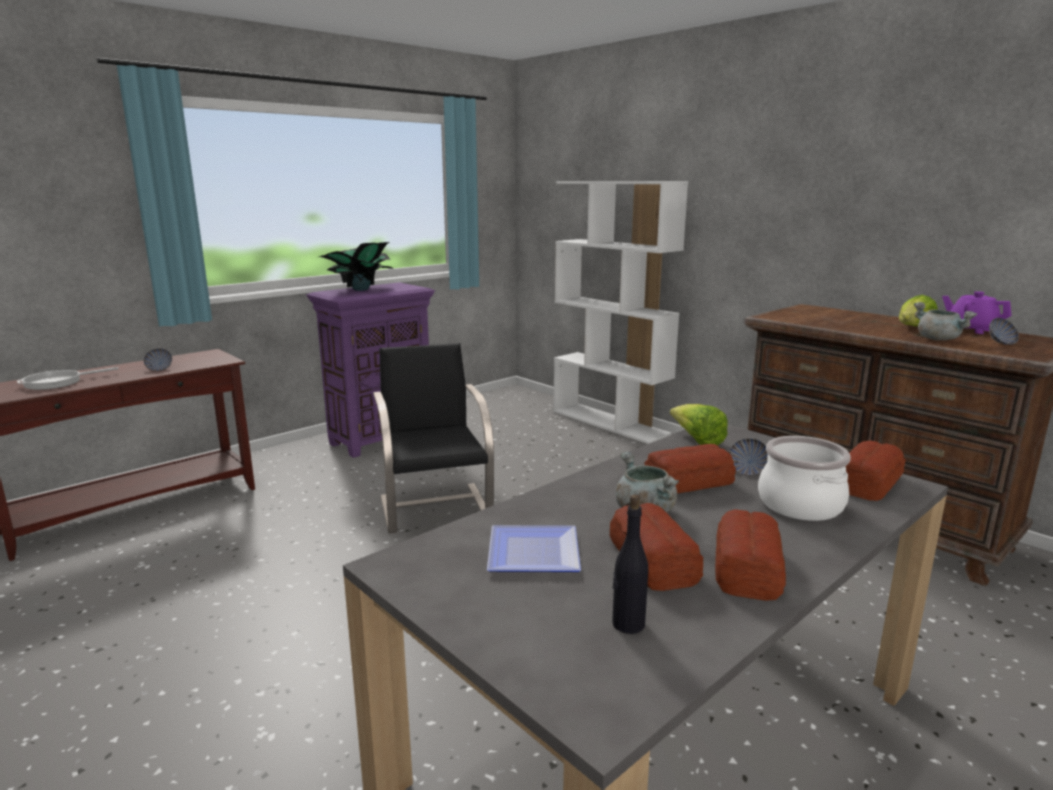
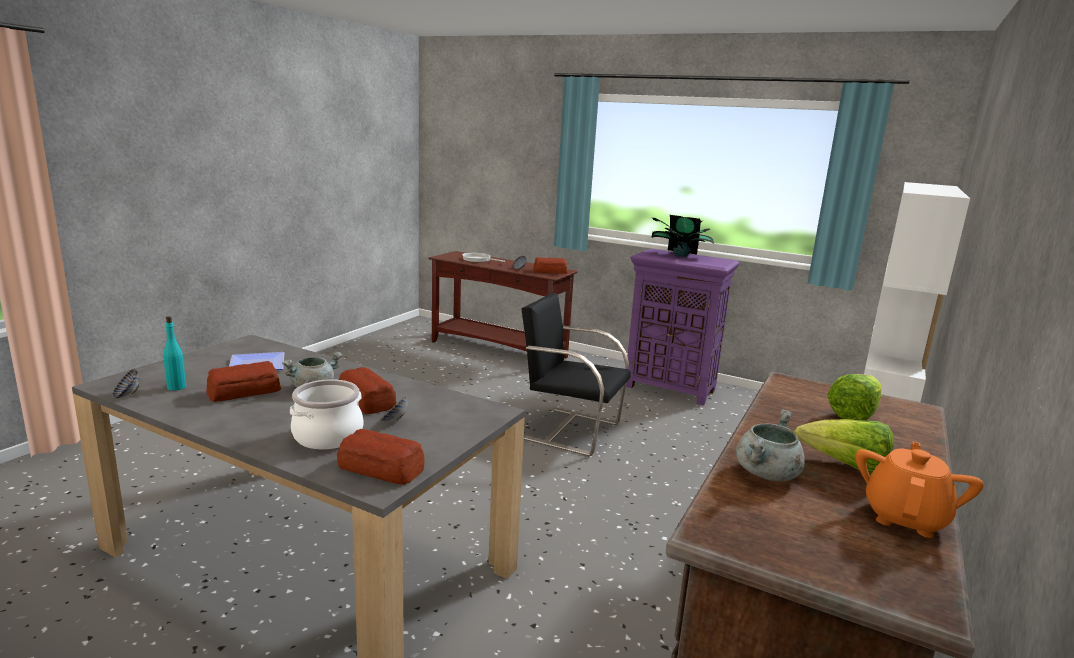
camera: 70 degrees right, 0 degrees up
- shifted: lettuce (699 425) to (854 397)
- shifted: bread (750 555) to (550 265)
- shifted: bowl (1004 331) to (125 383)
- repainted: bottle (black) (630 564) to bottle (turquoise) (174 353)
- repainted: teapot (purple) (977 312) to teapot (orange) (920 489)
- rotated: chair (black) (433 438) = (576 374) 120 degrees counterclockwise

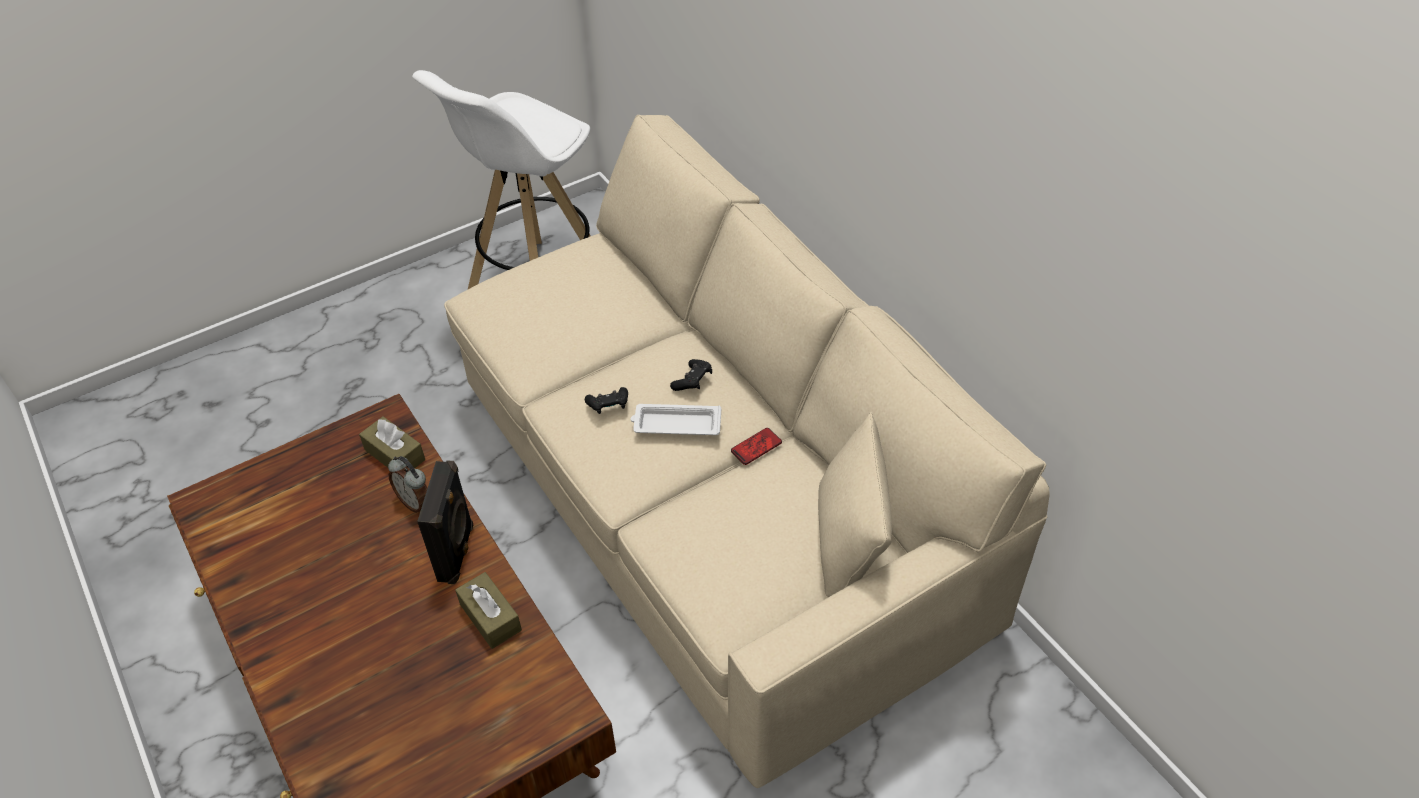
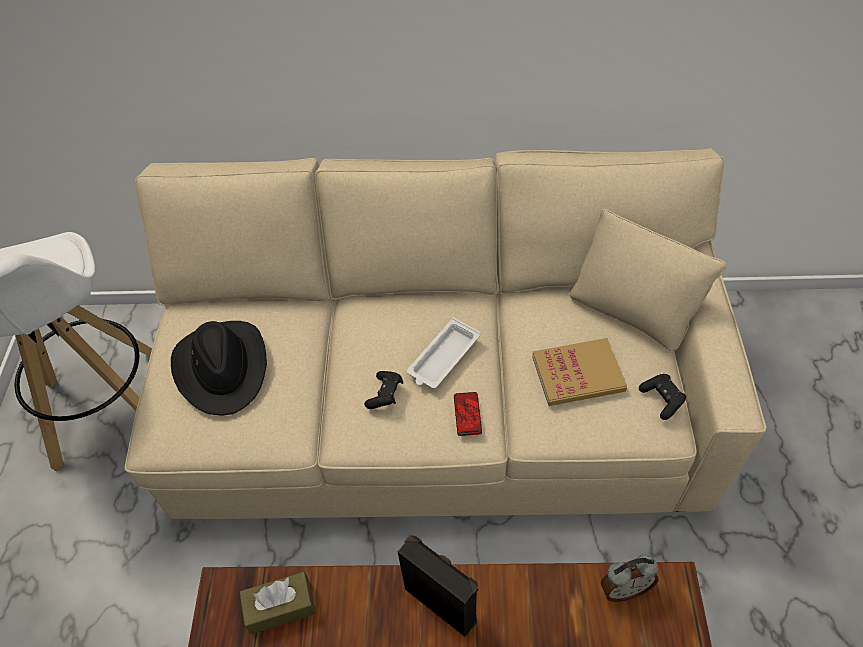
camera: 55 degrees left, 5 degrees up
- gone: tissue box (brown) (488 610)
- new: hat (black) (219 368)
- new: book (579 372)
- shifted: alarm clock (408 484) to (630 578)
- shifted: game controller (black) (691 375) to (662 397)
- shifted: phone (756 446) to (468 414)

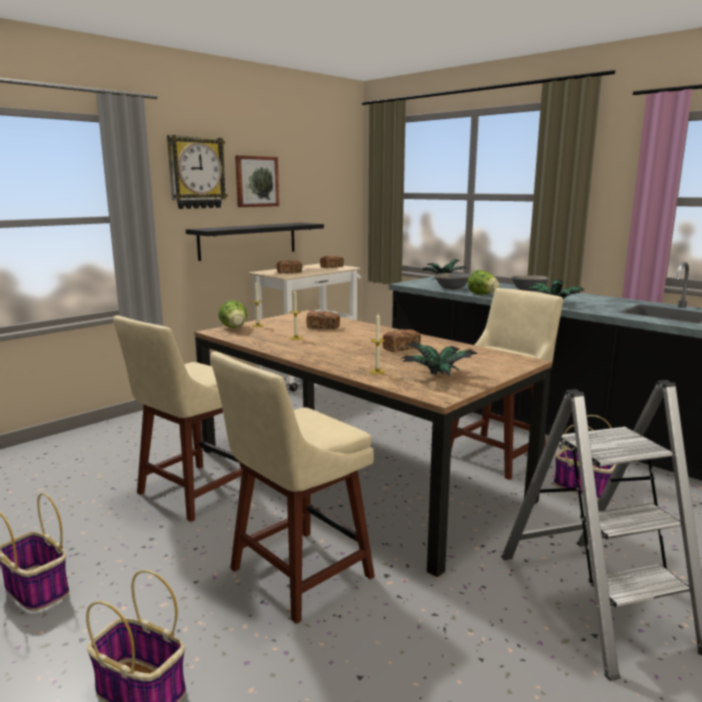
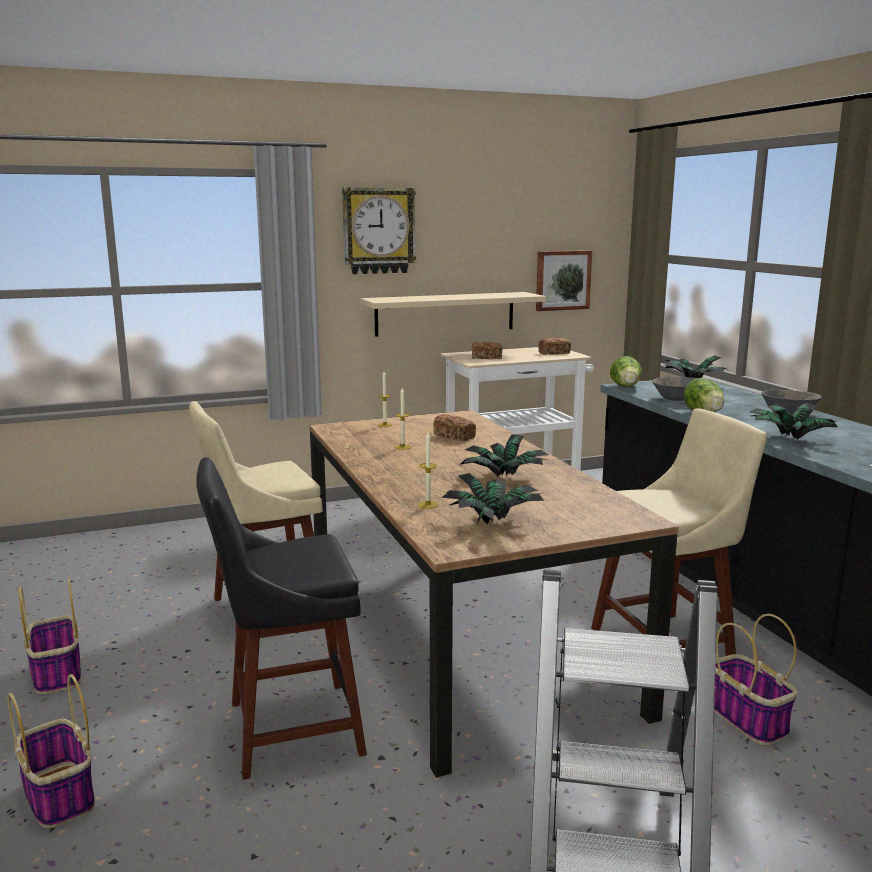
camera: 25 degrees right, 0 degrees up
- shifted: lettuce (232 314) to (626 371)
- shifted: picture (257 181) to (564 280)
- swapped: bread (401 340) to potted plant (504 456)
- repainted: shelf (black) (255 242) to shelf (beige) (453 314)
- repainted: chair (beige) (292 487) to chair (black) (281 618)

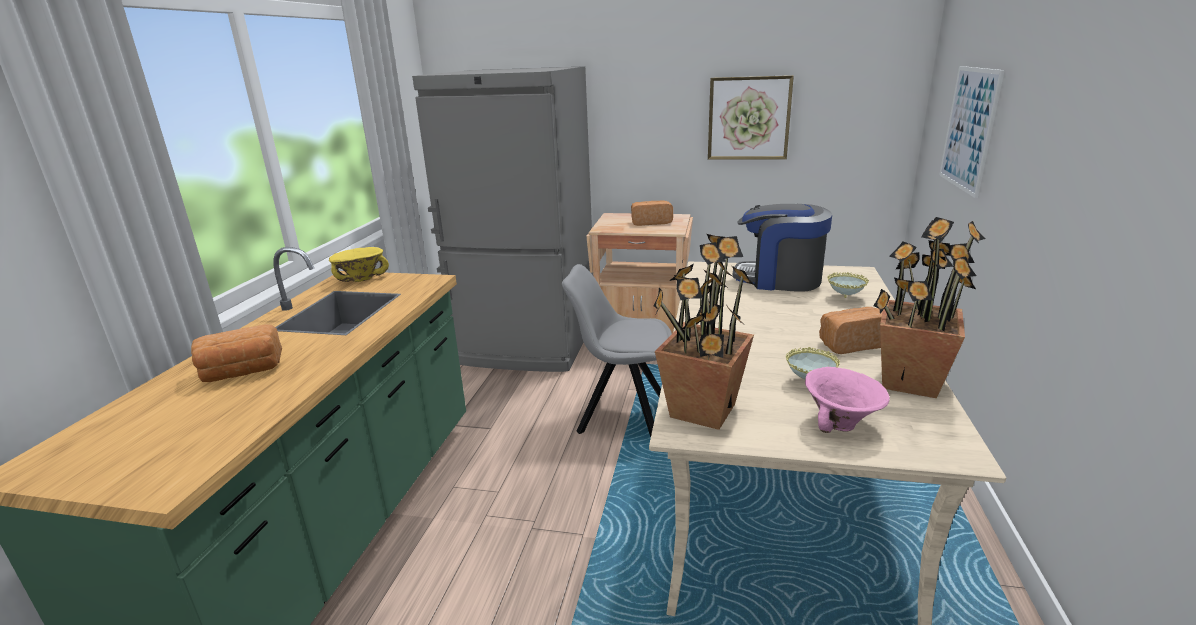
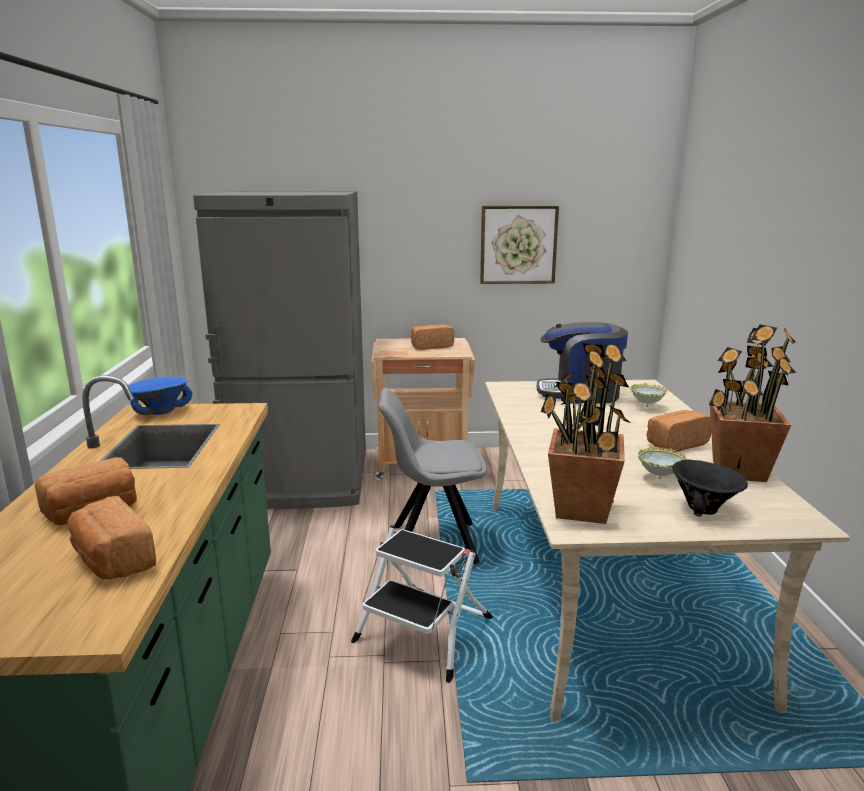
camera: 15 degrees left, 5 degrees down
- gone: picture (972 132)
- new: bread (111 537)
- new: step ladder (422 604)
- repainted: bowl (yellow) (359 264) to bowl (blue) (160 395)
- repainted: bowl (pink) (847 400) to bowl (black) (710 488)

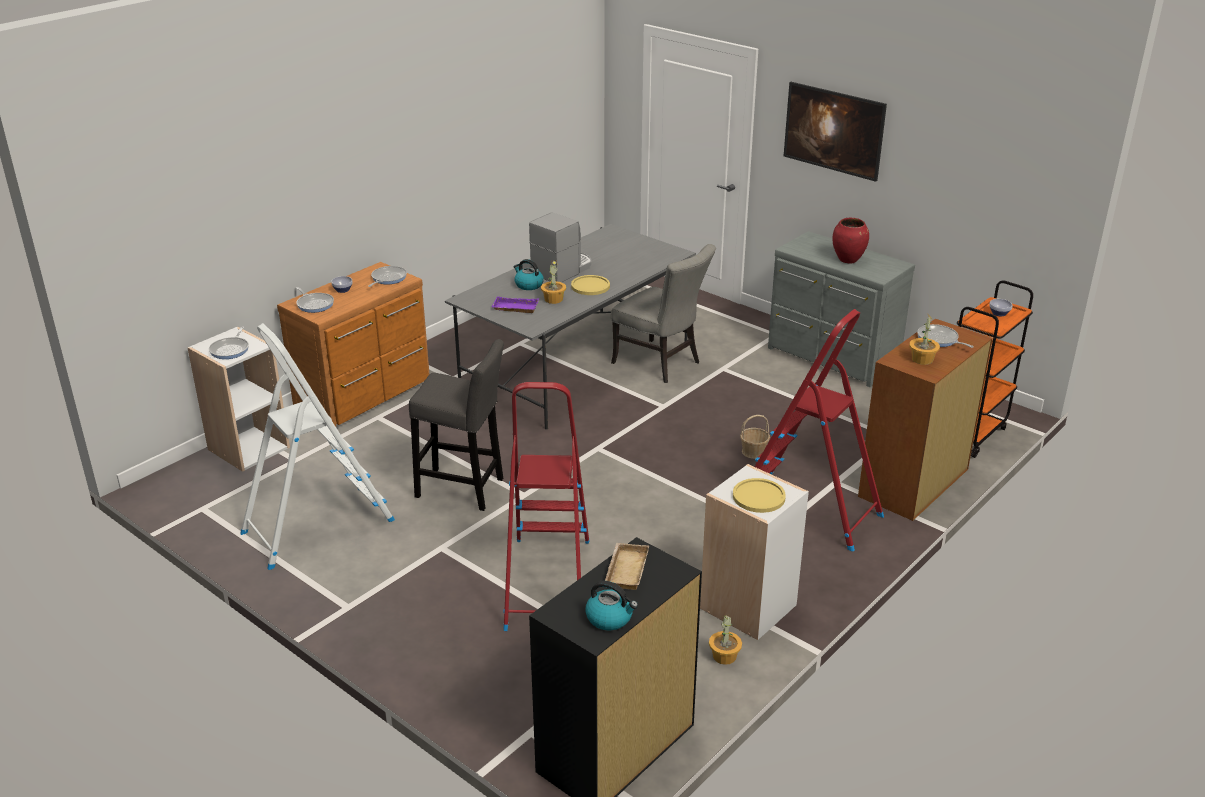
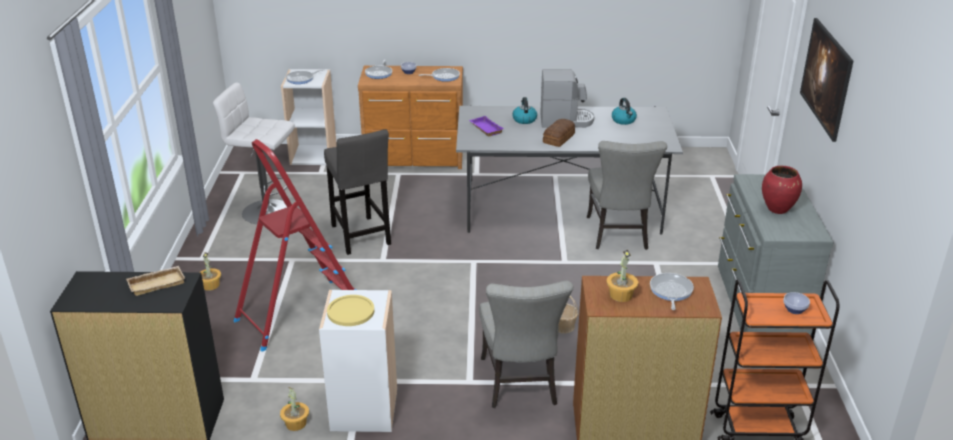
camera: 50 degrees right, 0 degrees up
- shifted: potted plant (553 282) to (210 271)
- shifted: kettle (611 605) to (624 111)
- swapped: step ladder (white) (317 446) to stool (white) (254 153)
- swapped: plate (yellow) (590 285) to bread (559 133)
- swapped: step ladder (red) (819 430) to chair (grey) (526 344)

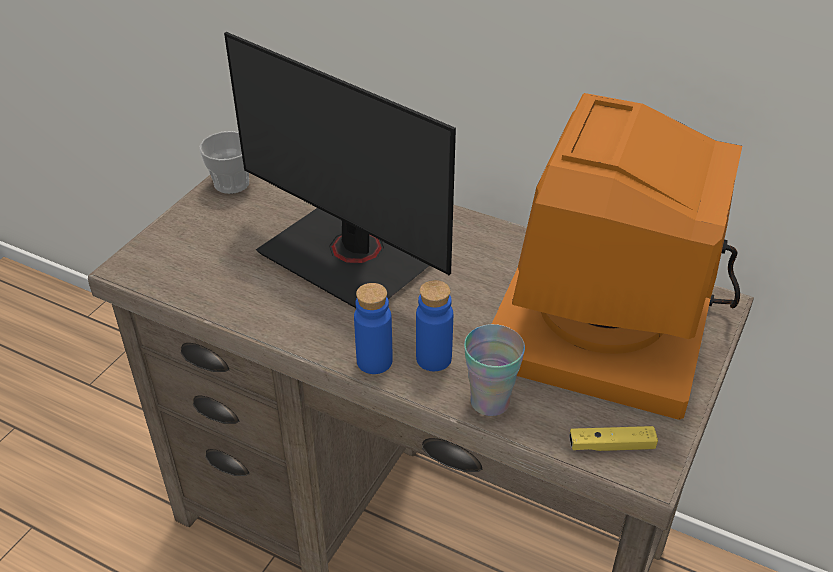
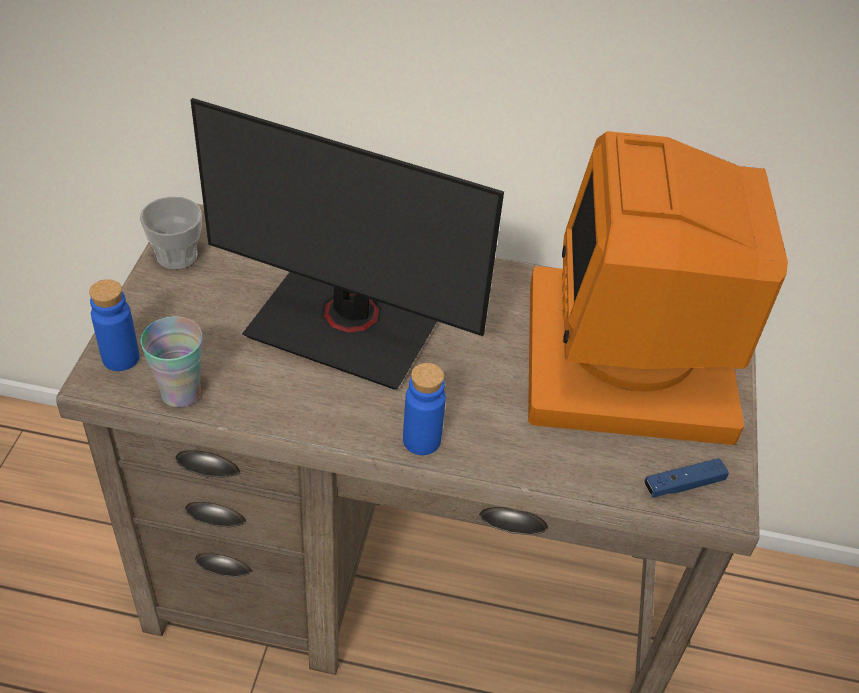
camera: 20 degrees left, 5 degrees up
- shifted: bottle (blue) (434 325) to (114 325)
- shifted: cup (494 370) to (172 362)
- repainted: game controller (yellow) (613 438) to game controller (blue) (686 478)

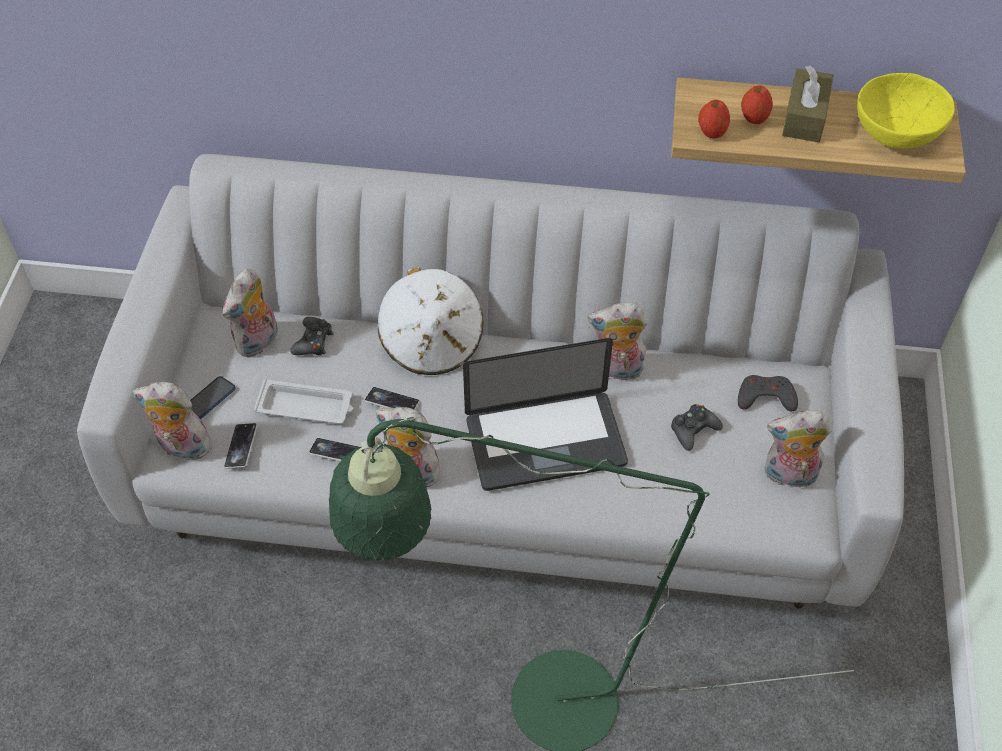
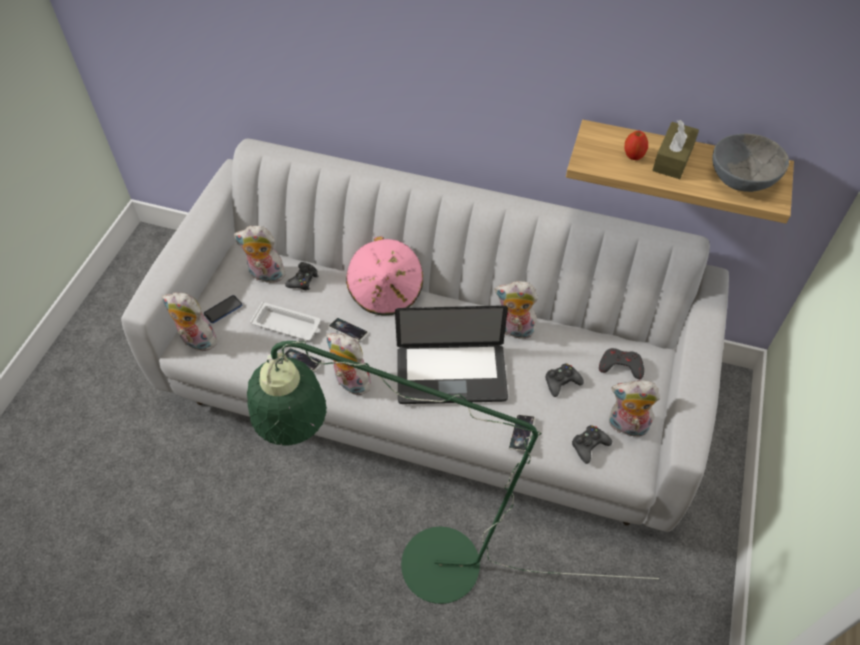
camera: 10 degrees right, 0 degrees up
- gone: apple (714 119)
- new: game controller (black) (592 444)
- shifted: phone (241 446) to (522 433)
- repainted: hat (white) (430 320) to hat (pink) (384 275)
- repainted: bowl (yellow) (906 111) to bowl (grey) (751 163)
- rotated: plush toy (250 313) = (260 254) 60 degrees clockwise

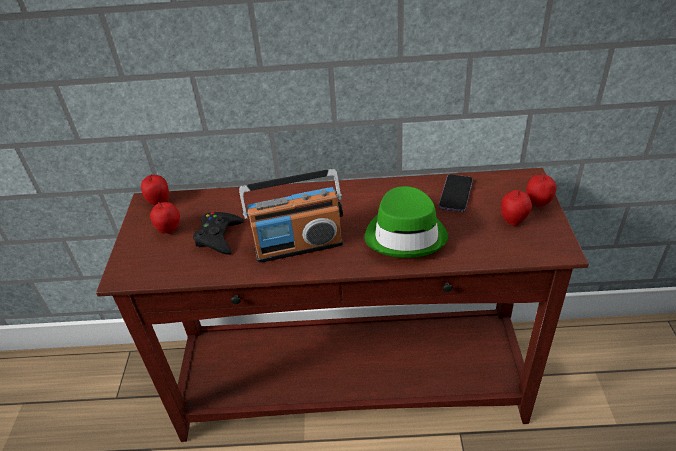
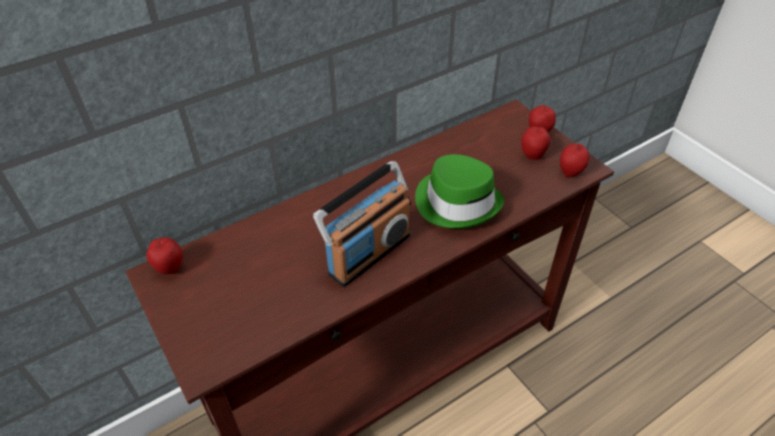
camera: 35 degrees left, 5 degrees up
- gone: game controller (black) (218 233)
- gone: phone (456 193)
- shifted: apple (165 218) to (575 161)

